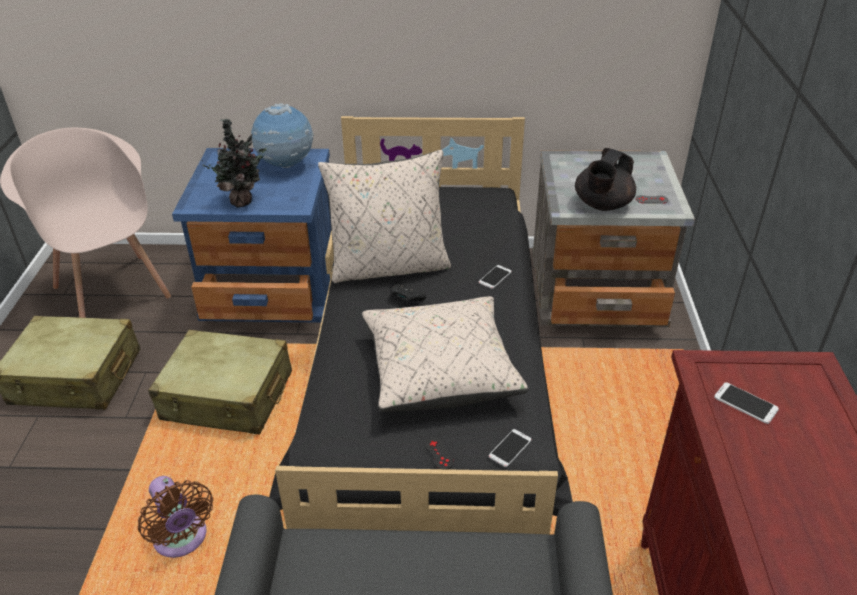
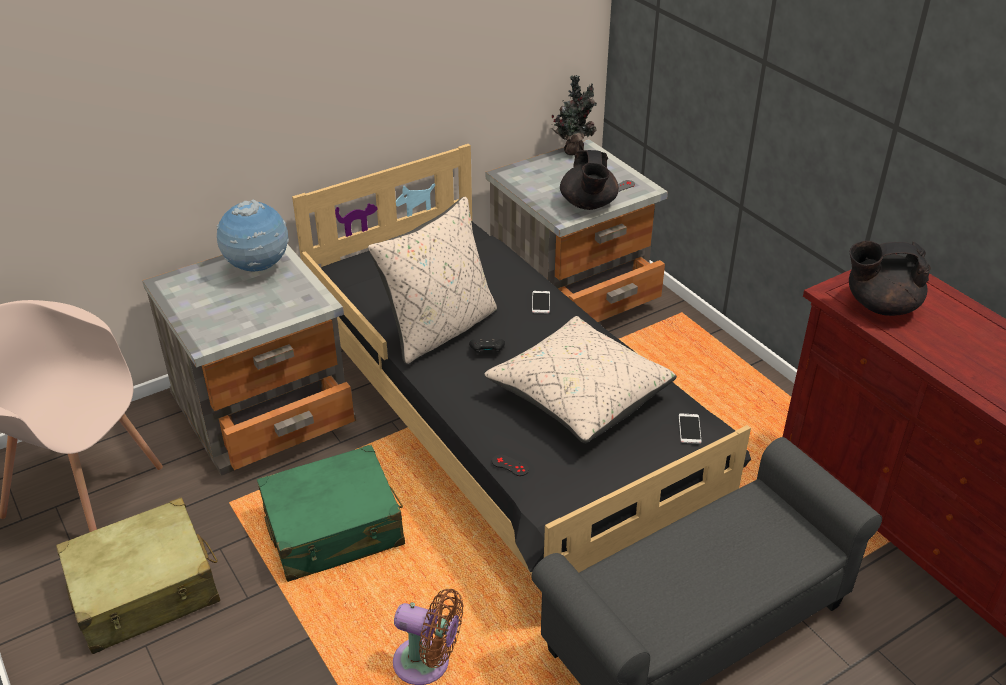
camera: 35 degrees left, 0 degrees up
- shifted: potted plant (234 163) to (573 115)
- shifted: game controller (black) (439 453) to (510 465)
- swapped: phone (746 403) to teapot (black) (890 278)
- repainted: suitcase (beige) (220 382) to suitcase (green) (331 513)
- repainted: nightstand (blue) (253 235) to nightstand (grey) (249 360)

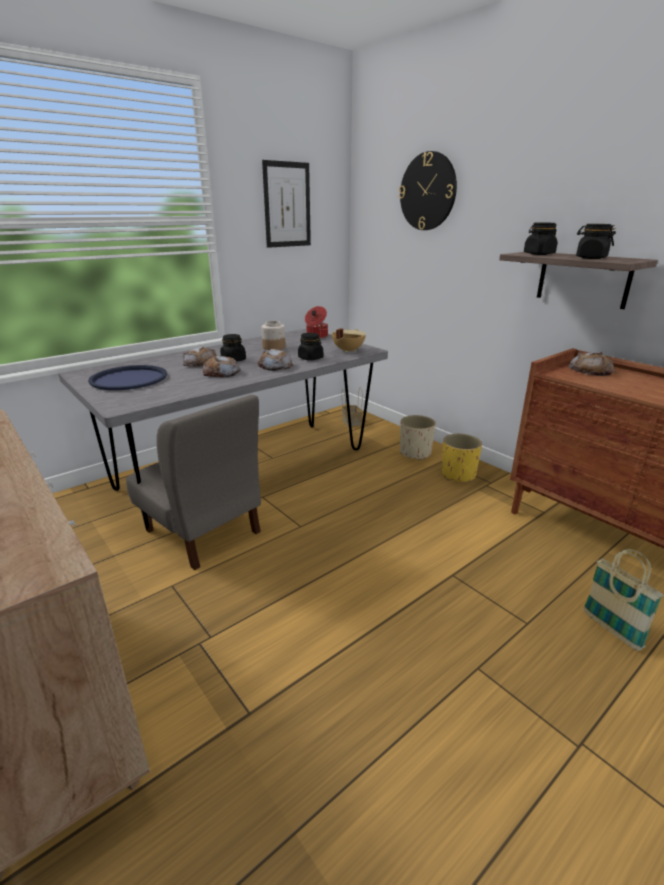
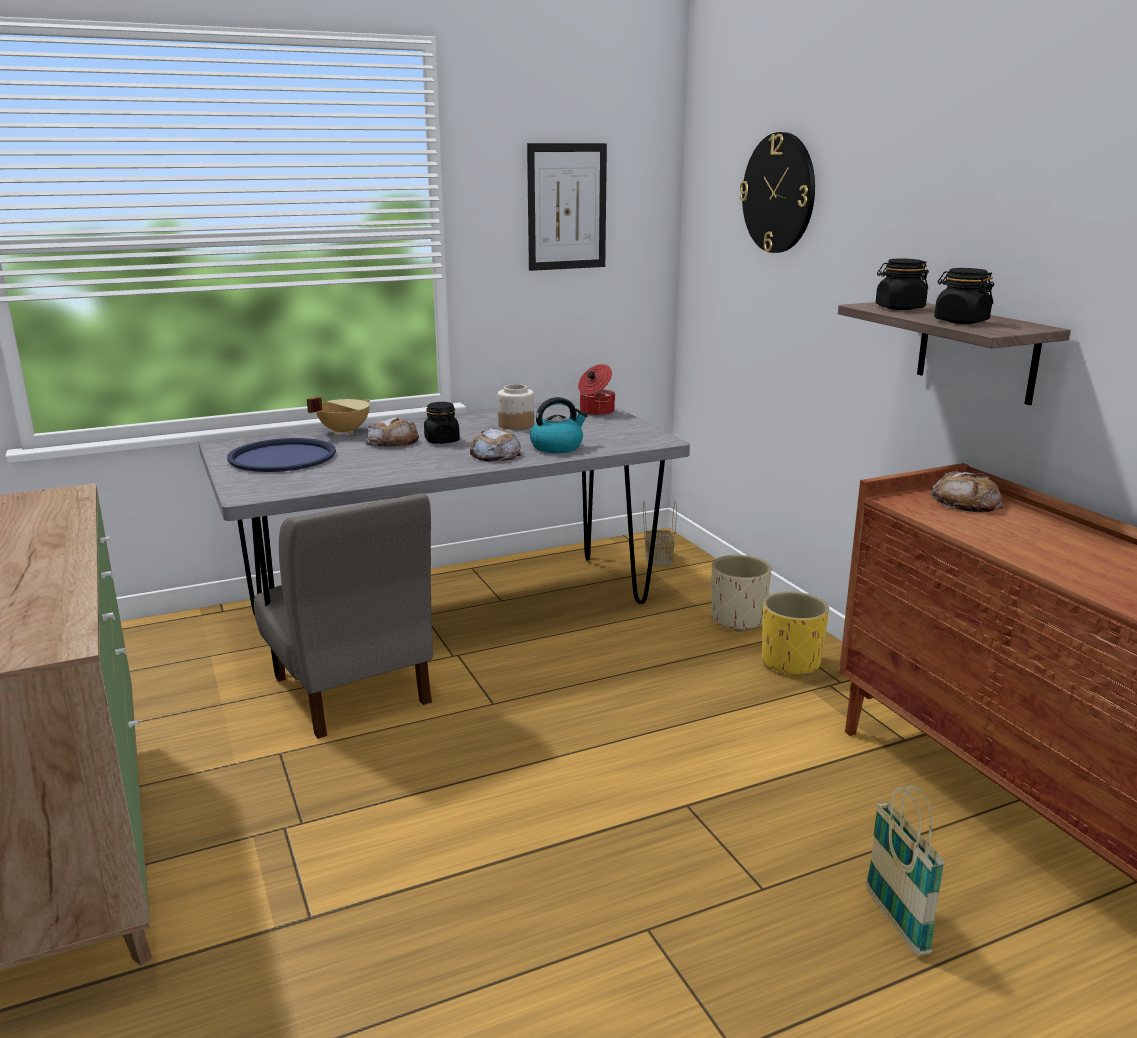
camera: 15 degrees right, 5 degrees down
- gone: bread (222 366)
- shifted: cooking pot (beige) (349 340) to (338 416)
- swapped: jar (black) (310 346) to kettle (559 425)

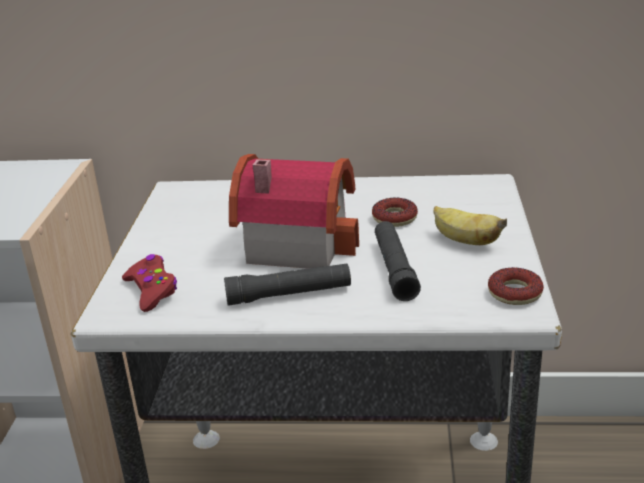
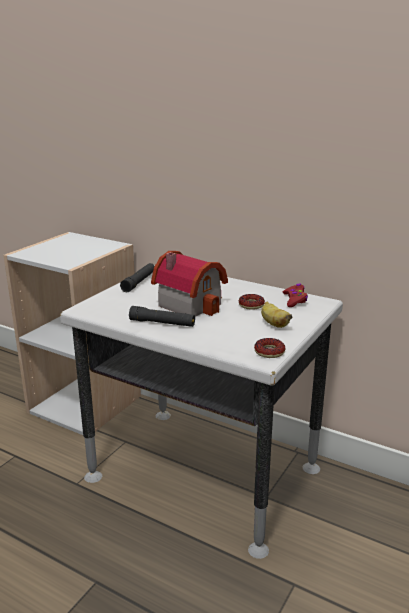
camera: 25 degrees right, 5 degrees down
- shifted: game controller (red) (149 283) to (295 295)
- shifted: flashlight (black) (398 261) to (137 277)

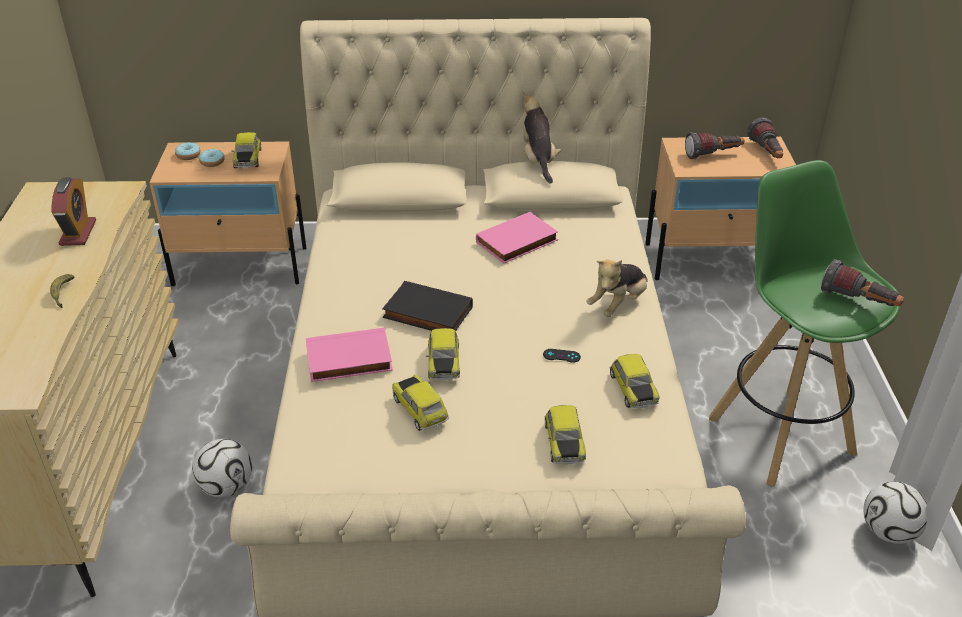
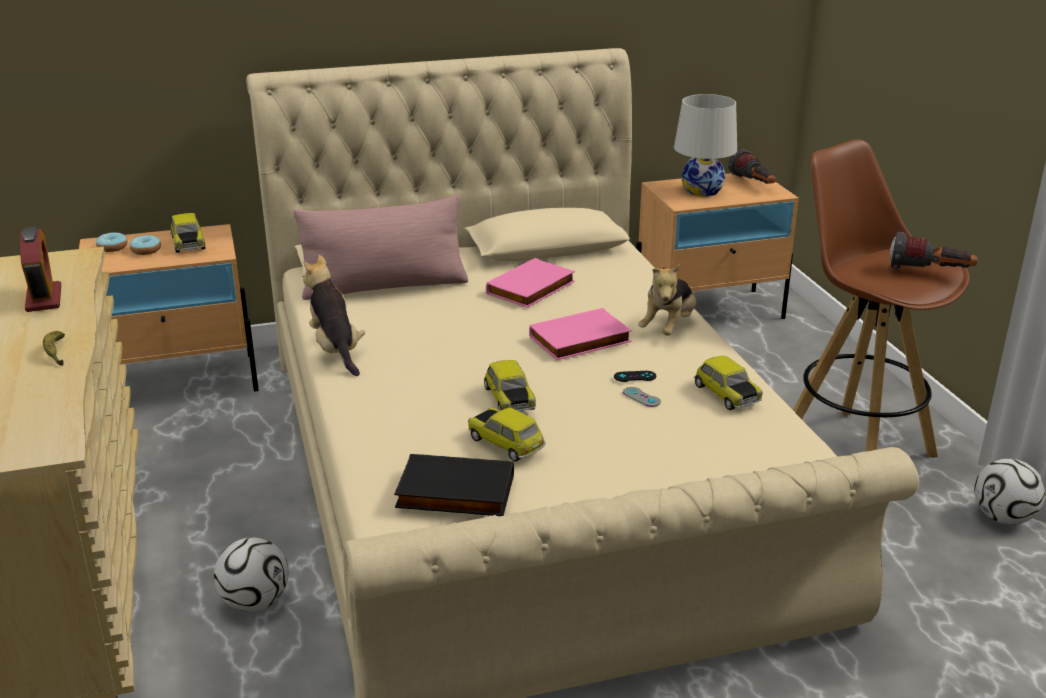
camera: 15 degrees left, 10 degrees down
- gone: toy car (565 435)
- new: pillow (pink) (380 247)
- new: game controller (grey) (642 397)
- shifted: book (pink) (349 355) to (580 334)
- shifted: book (black) (427 306) to (454 485)
- shifted: plush toy (542 138) to (334 315)
- swapped: flashlight (714 145) to table lamp (white) (705 145)
- repainted: stool (green) (804 323) to stool (brown) (881 298)

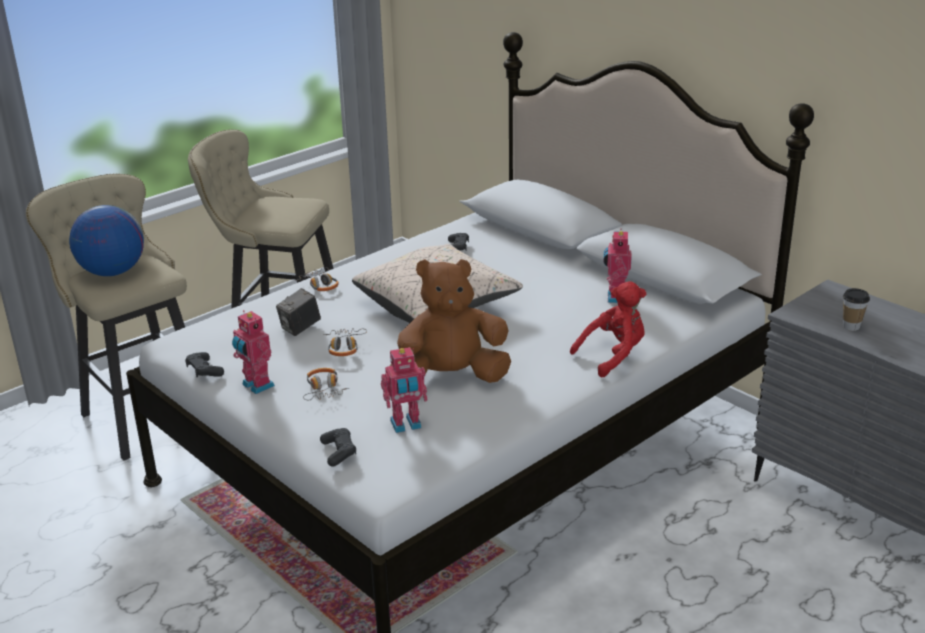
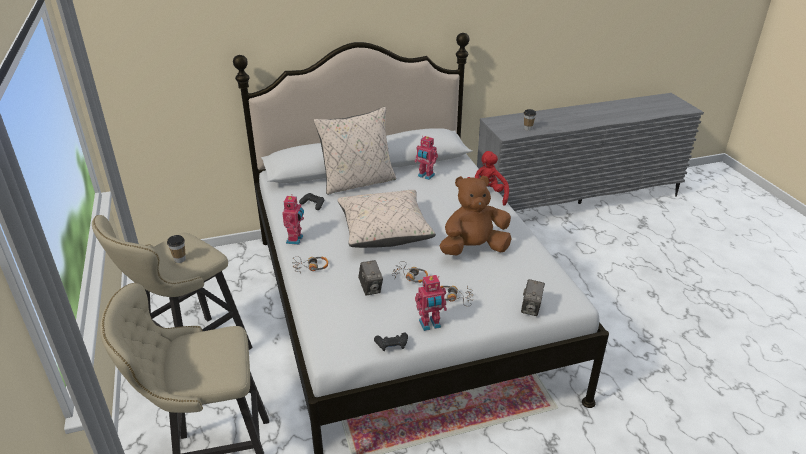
camera: 65 degrees left, 5 degrees up
- gone: globe (106 240)
- new: cup (176 249)
- new: pillow (beige) (355 151)
- shifted: toy robot (404 390) to (293 219)
- swapped: game controller (black) (338 447) to photo camera (533 297)
- rotated: plush toy (brown) (450 321) = (476 216) 60 degrees clockwise

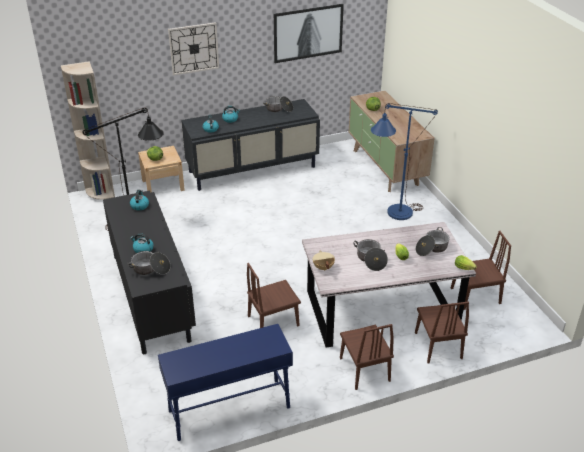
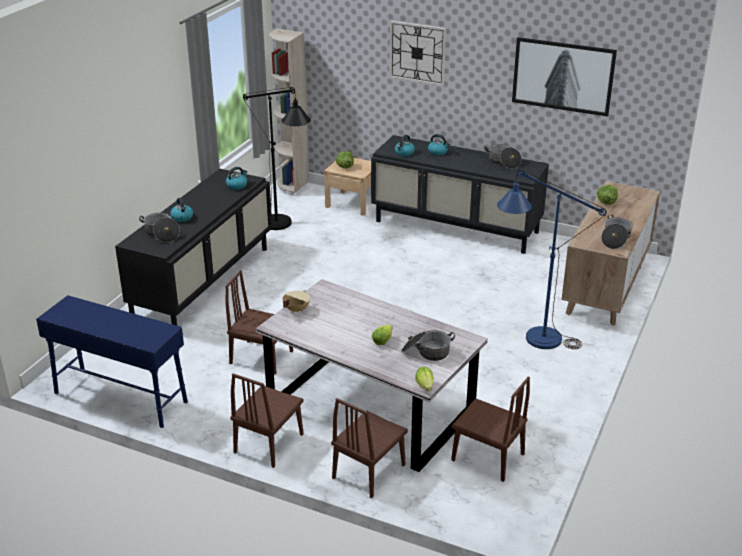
camera: 45 degrees right, 5 degrees down
- shifted: cooking pot (370 255) to (617 232)

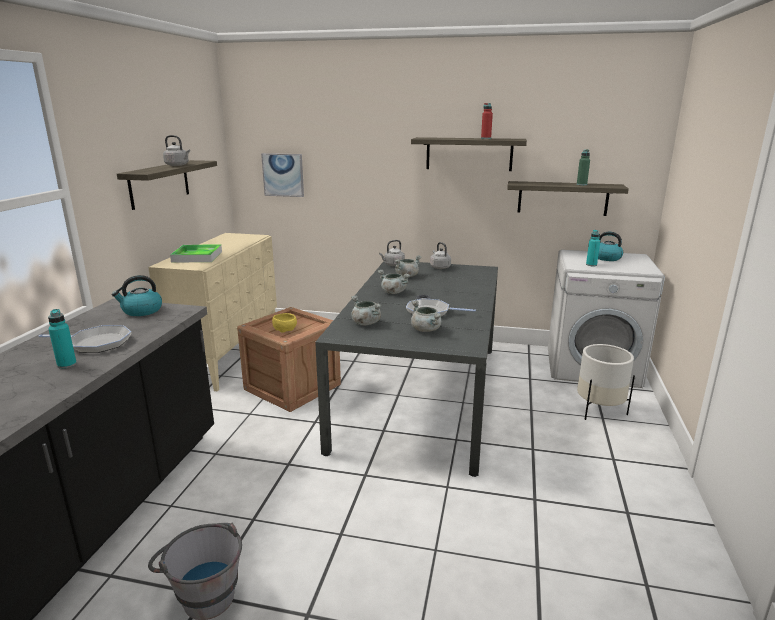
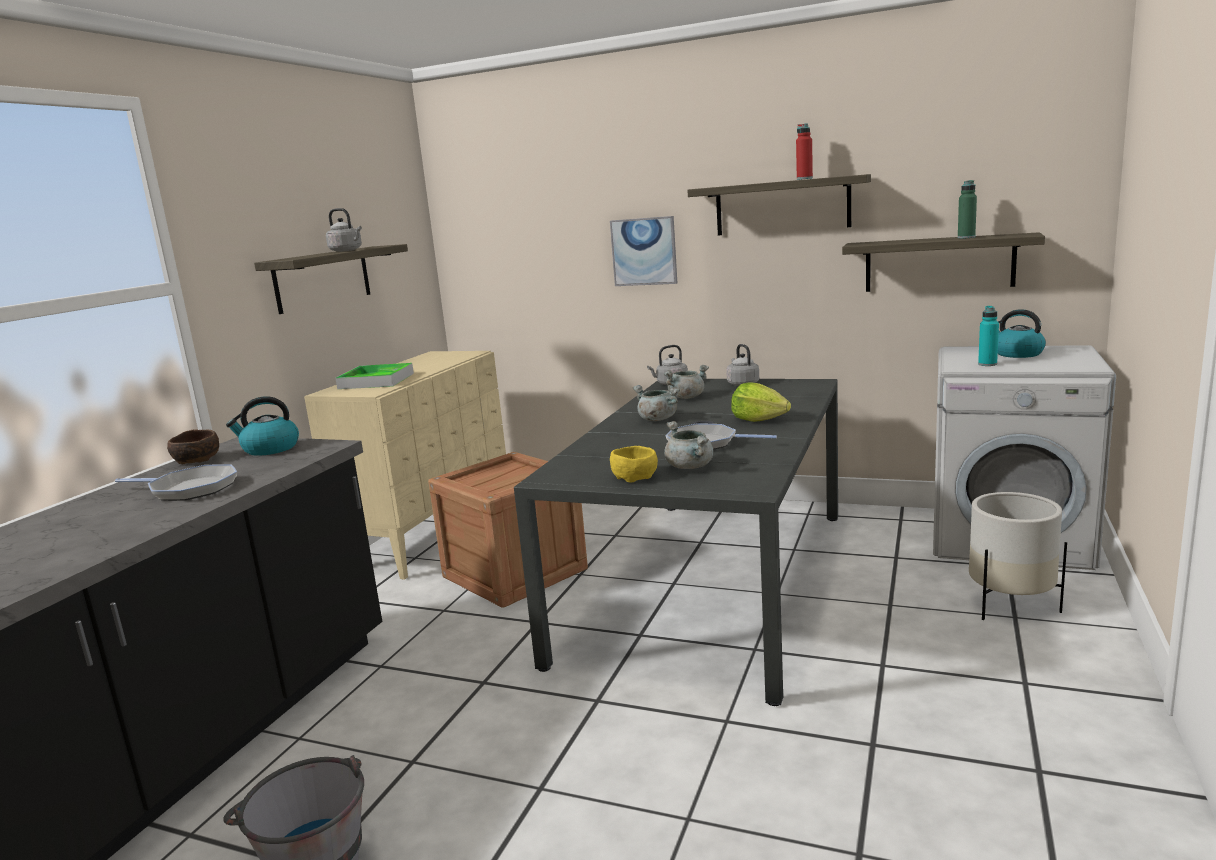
camera: 10 degrees right, 5 degrees down
- gone: bottle (turquoise) (62 339)
- gone: cooking pot (grey) (366 310)
- new: bowl (brown) (193 447)
- new: lettuce (761 402)
- shifted: picture (282 175) to (643 251)
- shifted: bowl (yellow) (284 323) to (634 464)

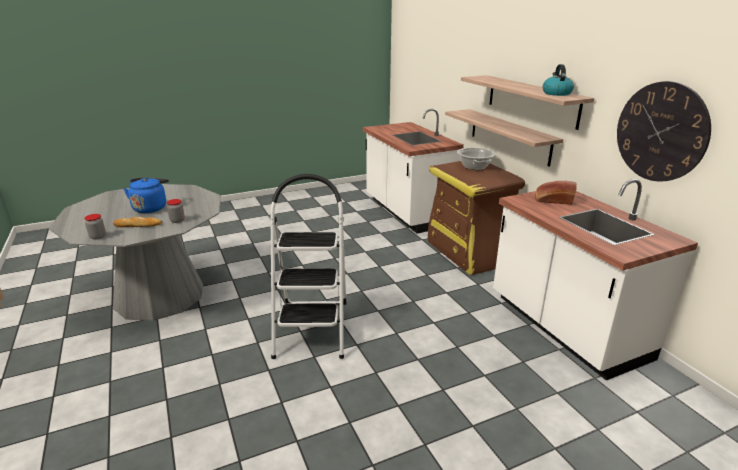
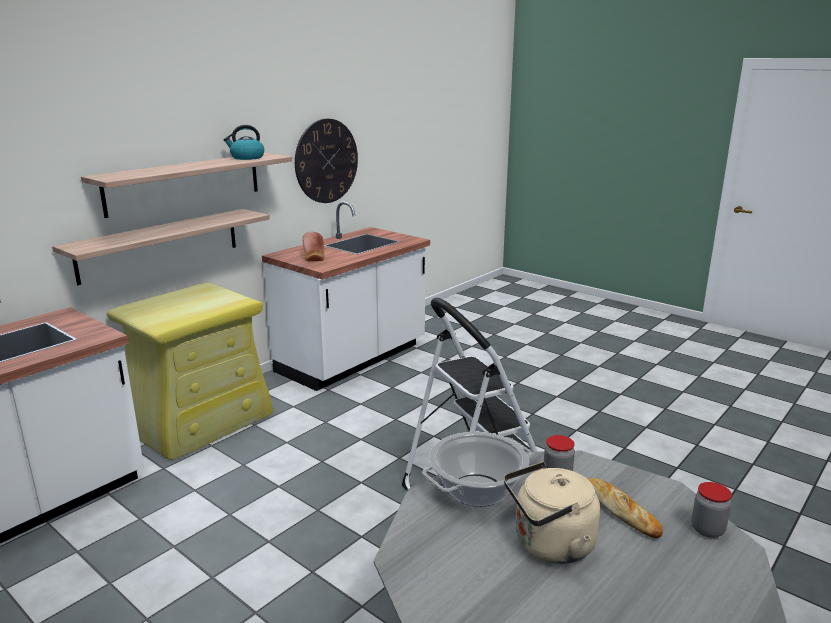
camera: 115 degrees left, 5 degrees down
- shifted: cooking pot (476 158) to (477 469)
- repainted: kettle (blue) (146 195) to kettle (beige) (552 513)
- repainted: nightstand (brown) (476 218) to nightstand (yellow) (190 371)

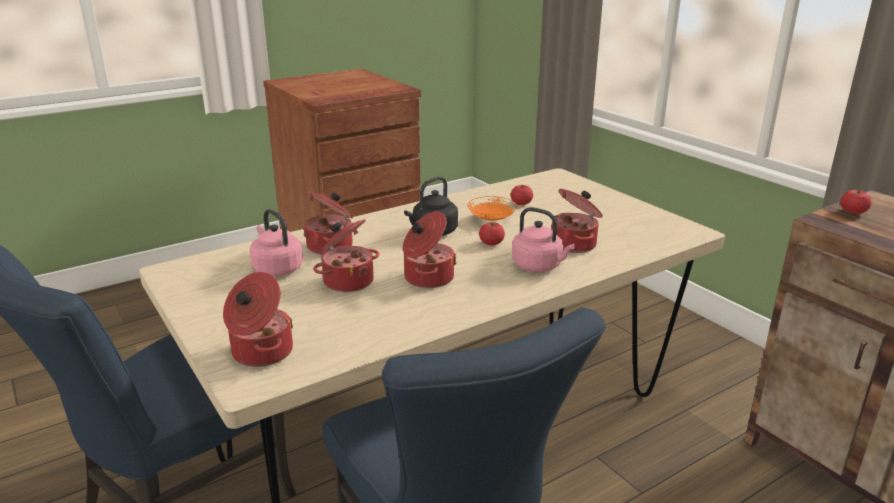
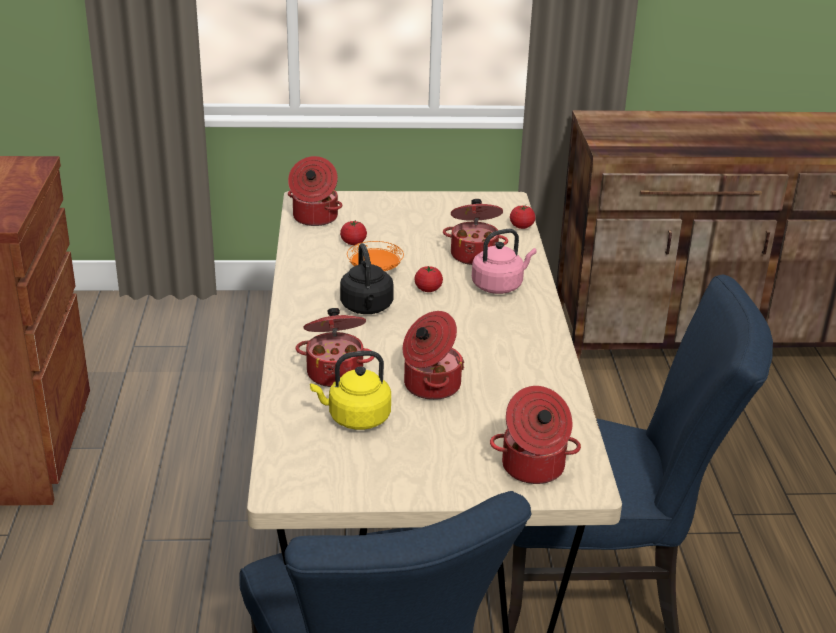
camera: 60 degrees left, 5 degrees up
- shifted: cooking pot (429 249) to (315 191)
- shifted: tomato (856 201) to (522 217)
- repainted: kettle (pink) (276 242) to kettle (yellow) (350 390)

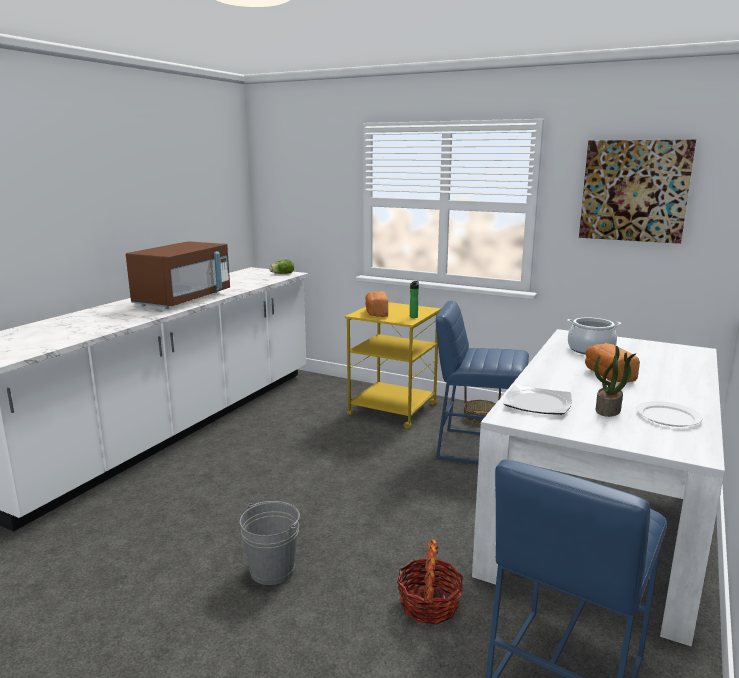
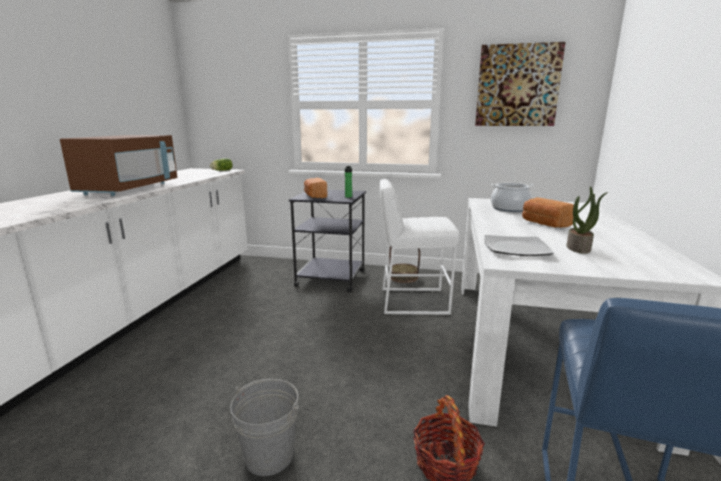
camera: 15 degrees left, 0 degrees up
- gone: plate (white) (669 414)
- repainted: cart (yellow) (393 365) to cart (black) (327 241)
- repainted: stool (blue) (482 382) to stool (white) (419 247)

